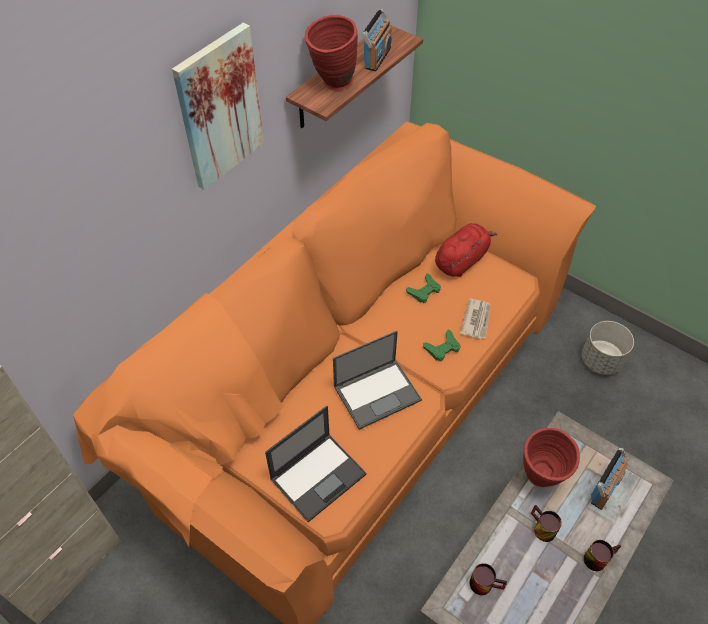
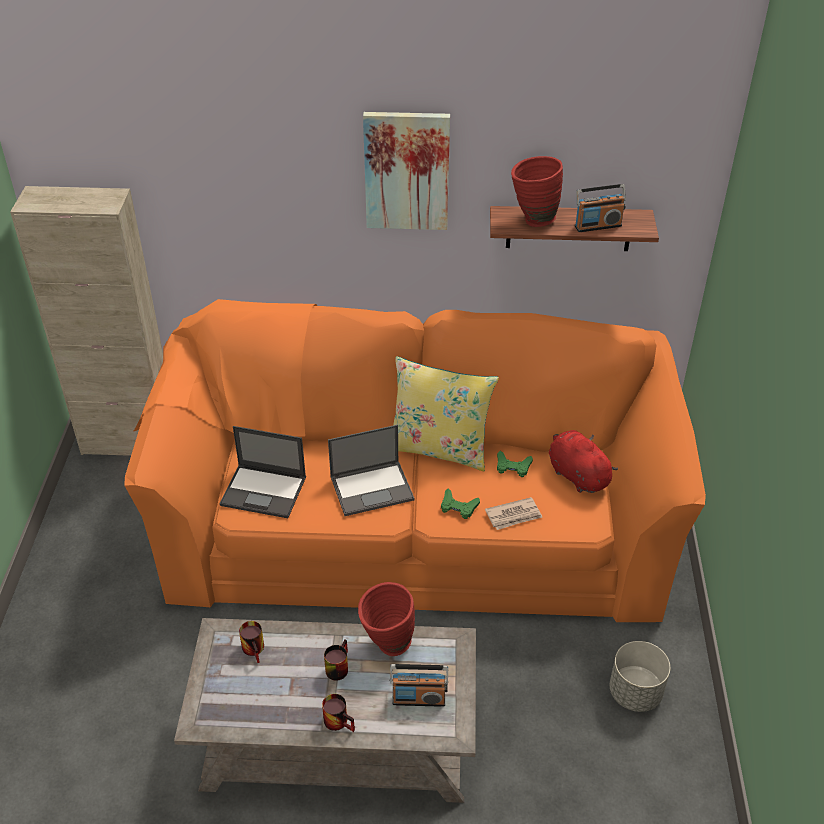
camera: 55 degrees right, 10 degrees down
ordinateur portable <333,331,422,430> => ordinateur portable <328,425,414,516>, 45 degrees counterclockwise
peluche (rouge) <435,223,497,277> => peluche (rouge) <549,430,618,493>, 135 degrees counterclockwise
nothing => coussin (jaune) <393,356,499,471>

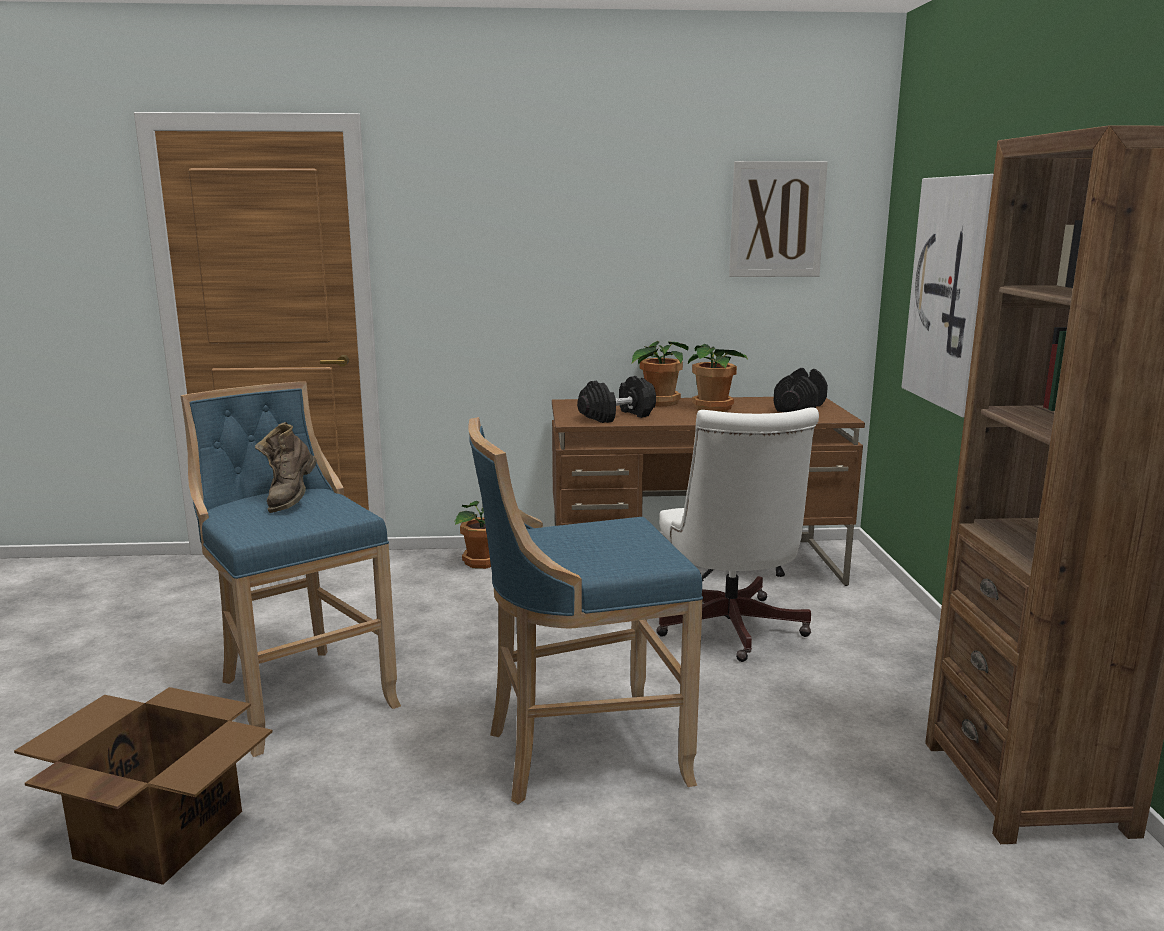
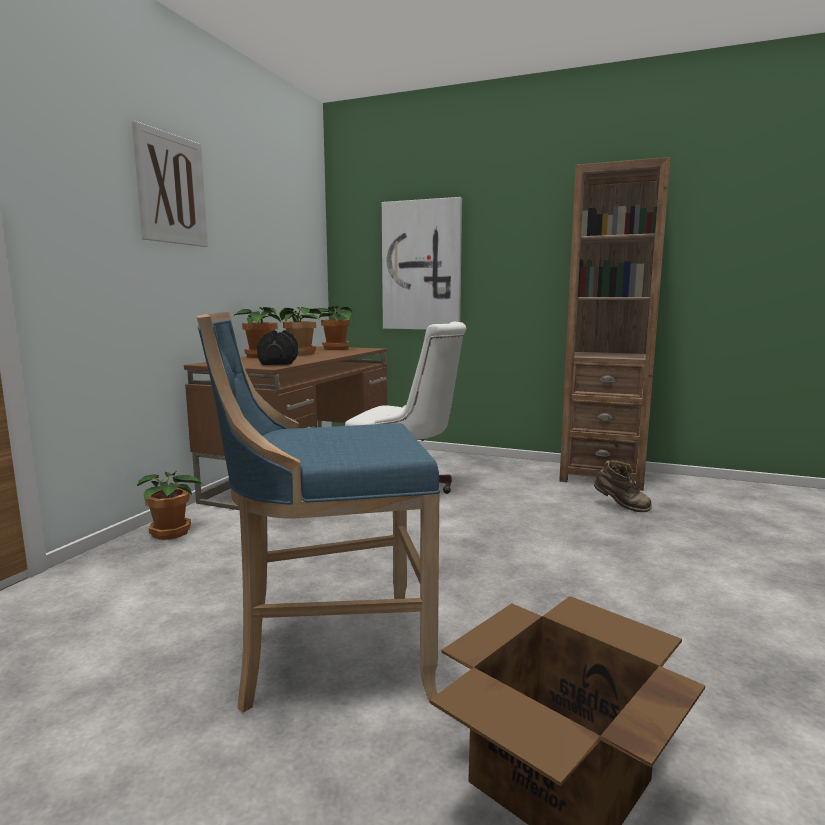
camera: 65 degrees left, 5 degrees down
botte (marron) <255,422,317,513> => botte (marron) <594,460,652,512>, move
tabouret (bleu) <469,417,703,804> => nothing
tableau <729,161,828,277> => tableau <132,121,208,247>, move
haltère (noir) <773,368,828,412> => plante en pot <313,306,352,350>

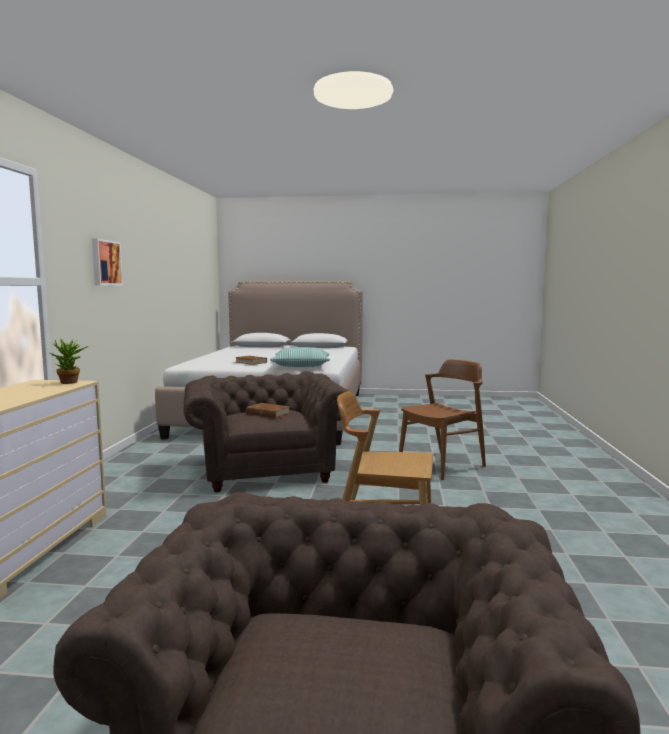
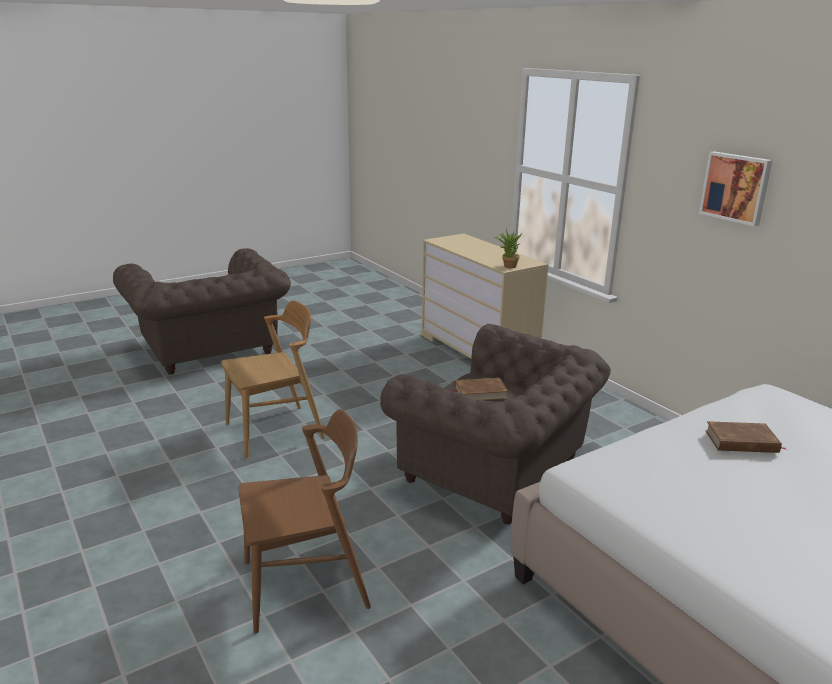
camera: 140 degrees right, 15 degrees up
coussin <270,347,330,367> => nothing
chaise (marron) <399,359,486,481> => chaise (marron) <238,409,371,634>, 120 degrees counterclockwise

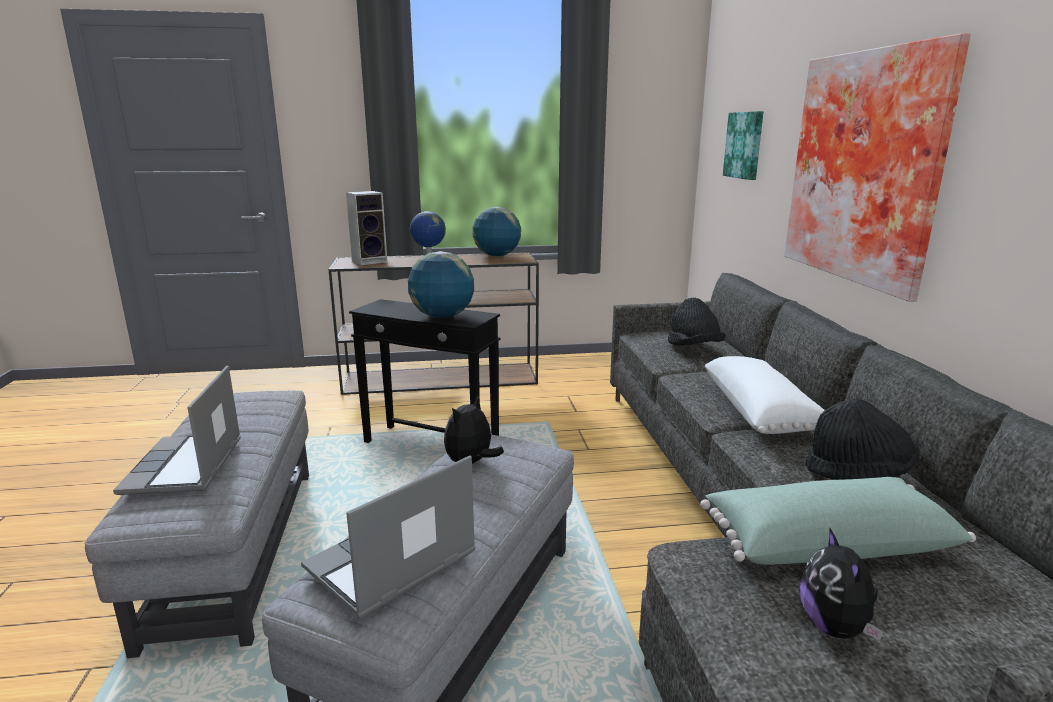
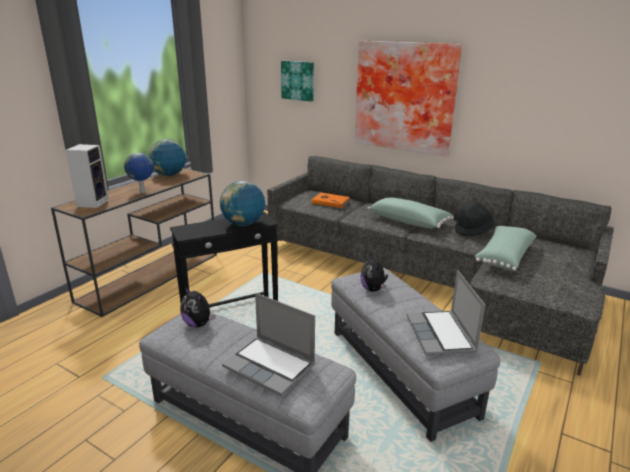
camera: 50 degrees left, 5 degrees up
chapeau (noir) <668,298,726,346> => livre (orange) <312,193,350,208>
coussin (blanc) <705,356,824,434> => coussin (vert) <368,197,454,229>
peluche <800,527,883,640> => peluche <180,287,215,328>, move

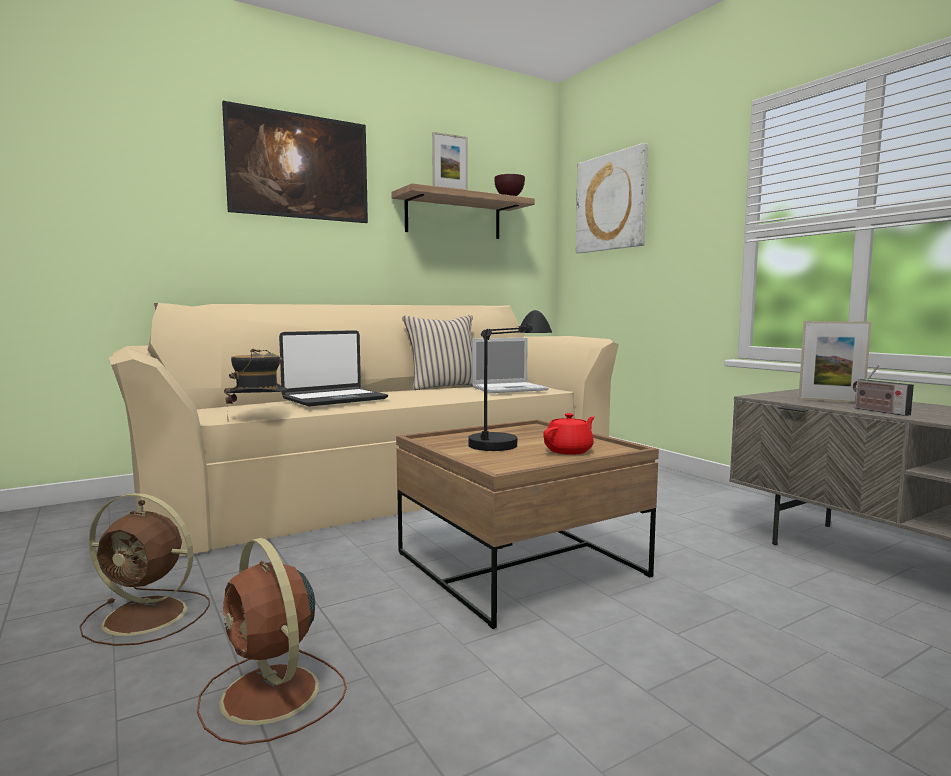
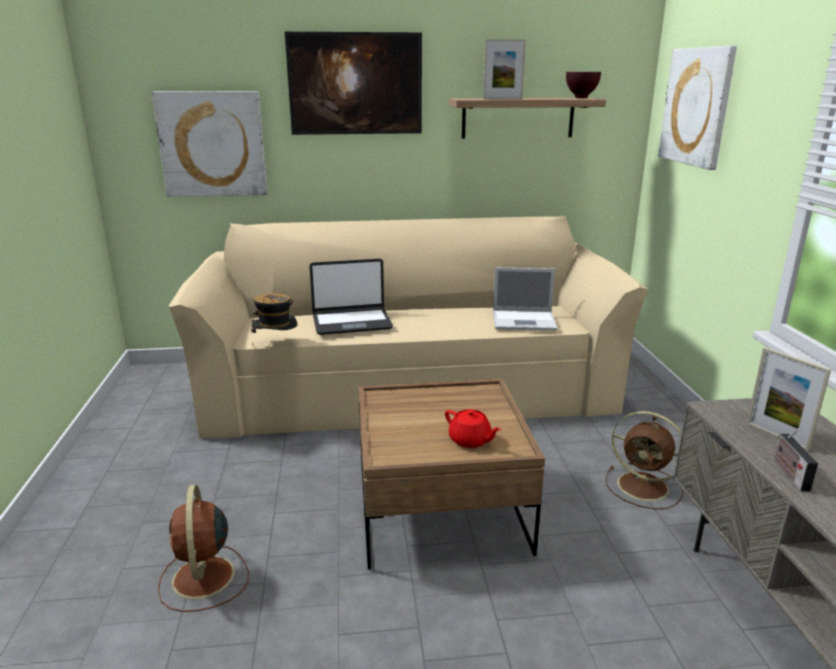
camera: 25 degrees right, 15 degrees up
ventilateur (marron) <79,493,210,646> => ventilateur (marron) <606,411,683,509>, move
coussin (beige) <402,315,473,390> => nothing
lampe de table (noir) <468,310,552,451> => nothing
théière (rouge) <543,413,595,455> => théière (rouge) <445,409,501,448>, 60 degrees clockwise
nothing => tableau <152,91,268,197>

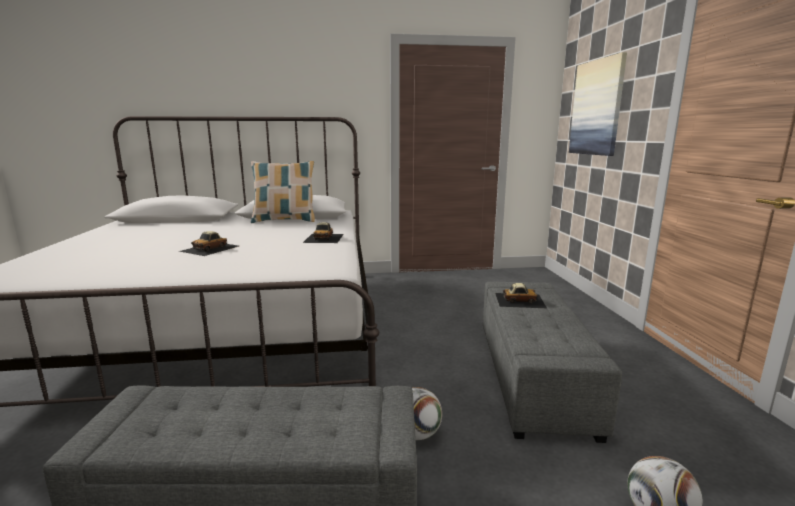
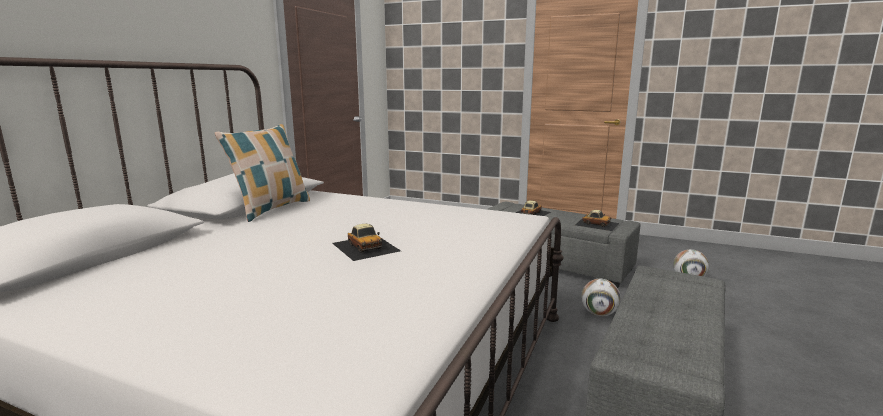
camera: 60 degrees left, 0 degrees up
petite voiture <303,222,344,243> => petite voiture <575,210,619,231>, move
tableau <569,52,627,156> => nothing

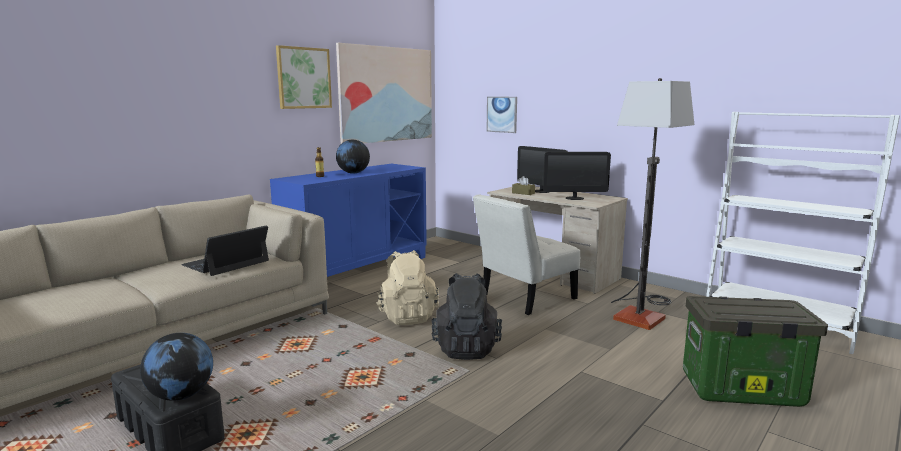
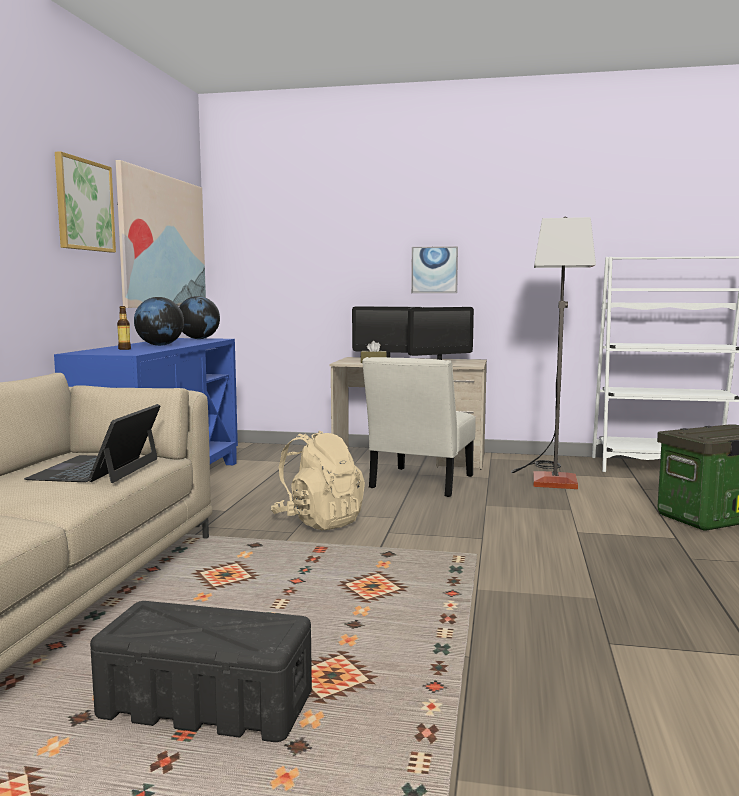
camera: 30 degrees left, 5 degrees down
globe <140,333,213,401> => globe <179,296,220,339>, move
sac à dos (noir) <432,273,502,360> => nothing
tableau <486,97,517,133> => tableau <411,246,458,293>, move

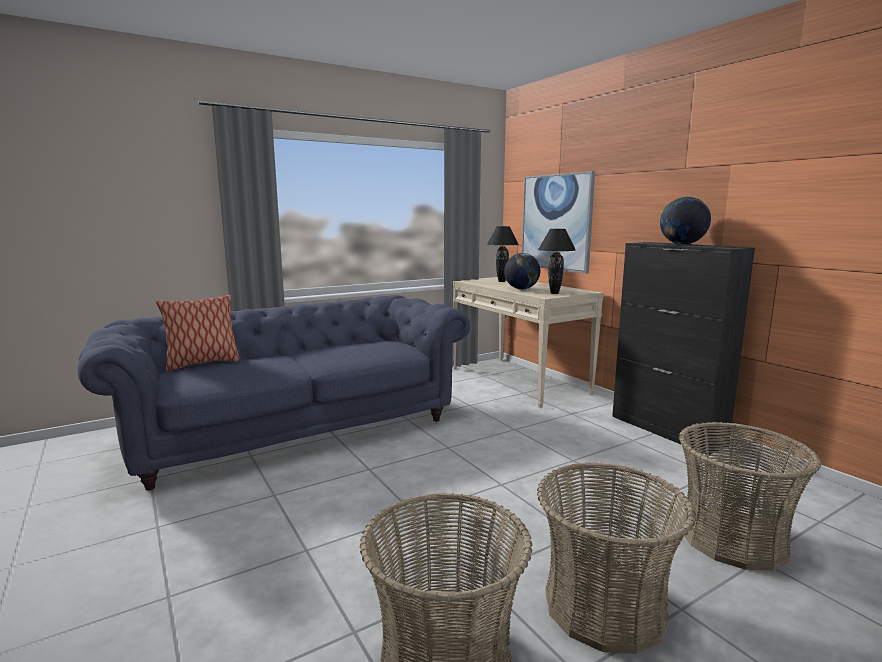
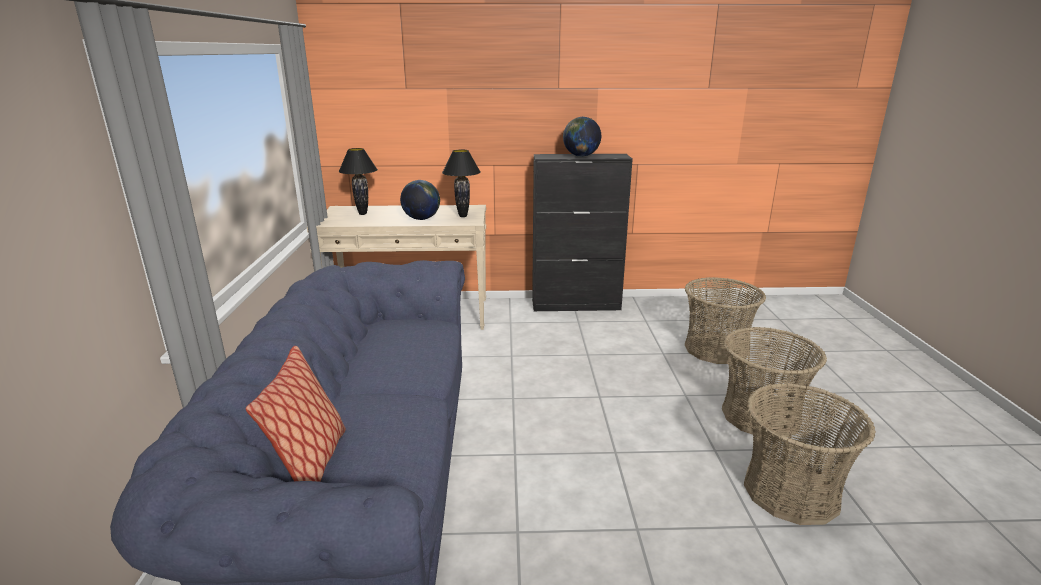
camera: 60 degrees left, 10 degrees up
tableau <522,171,595,274> => nothing

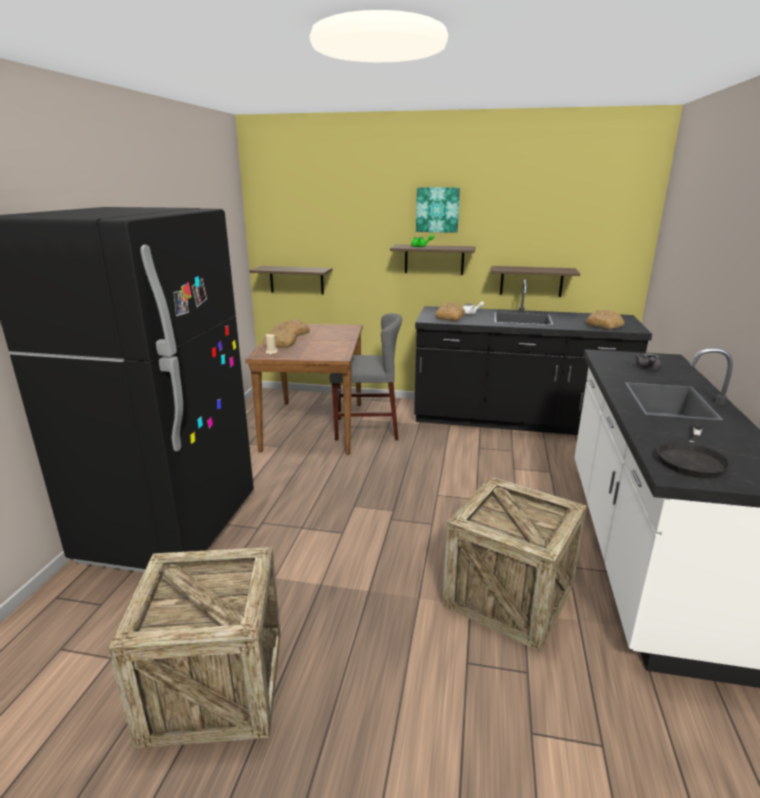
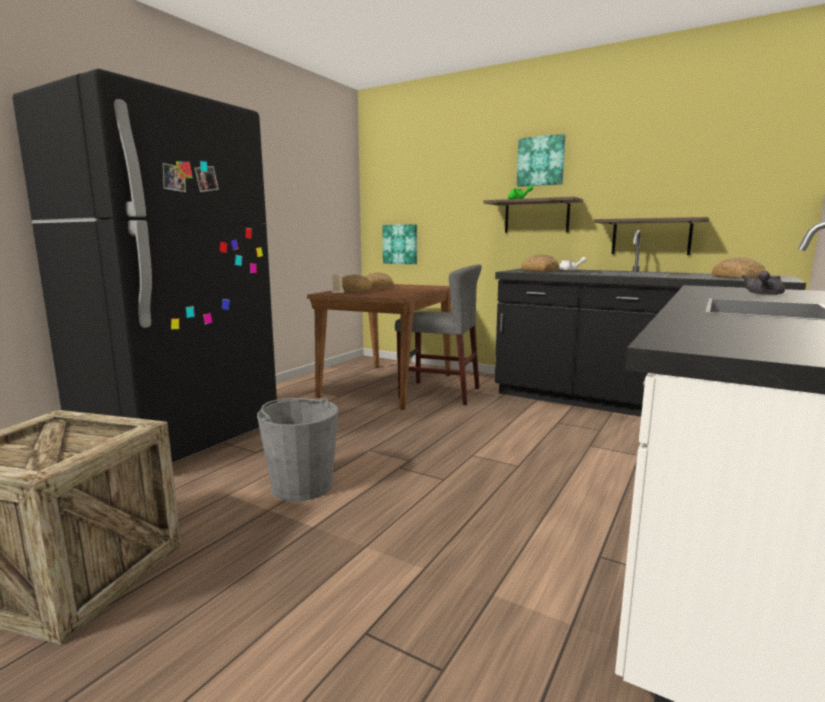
camera: 20 degrees right, 10 degrees down
étagère <249,266,332,295> => tableau <382,224,417,264>
caisse <442,476,587,652> => nothing
poêle (noir) <657,422,731,478> => nothing
nothing => seau (gris) <257,397,339,501>

